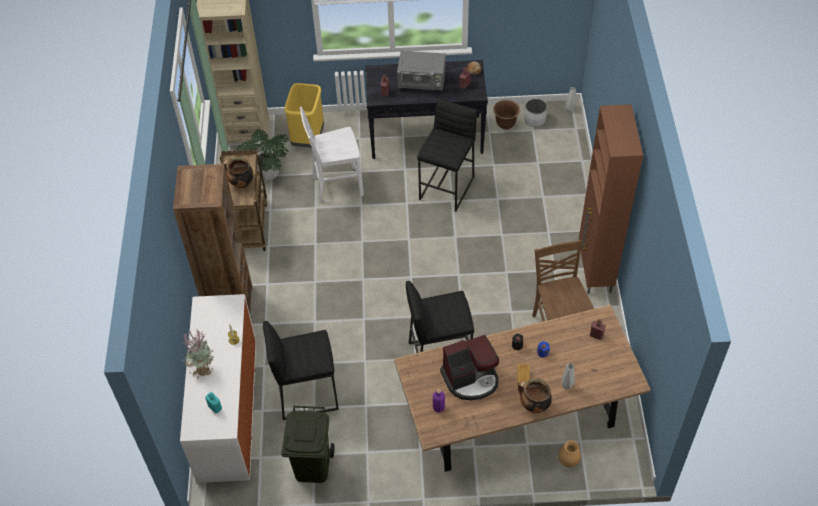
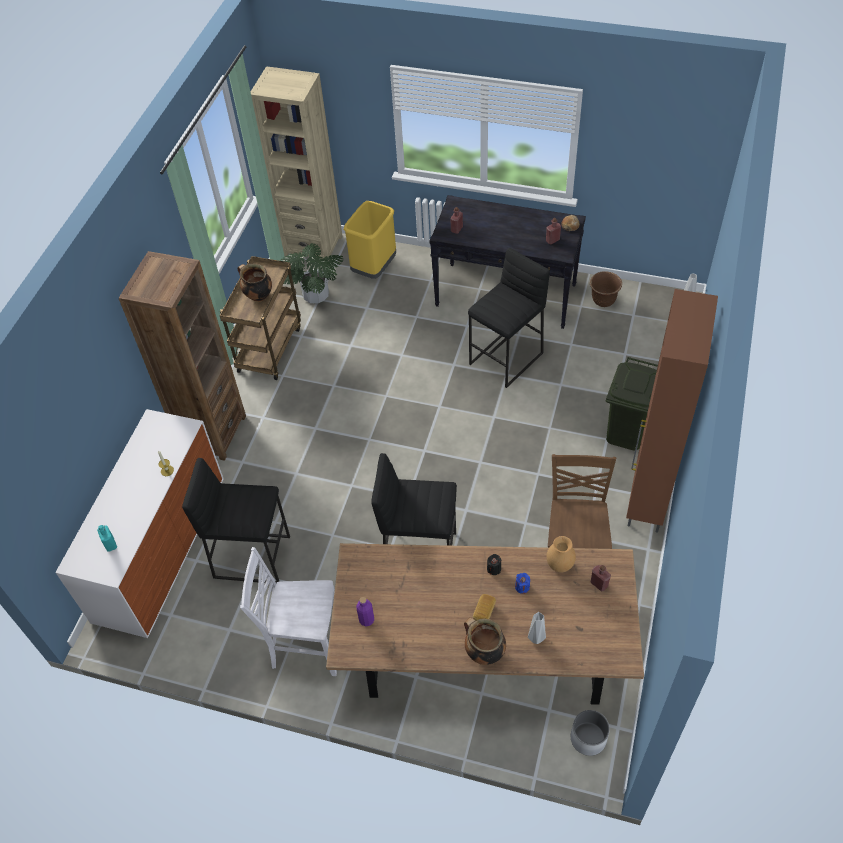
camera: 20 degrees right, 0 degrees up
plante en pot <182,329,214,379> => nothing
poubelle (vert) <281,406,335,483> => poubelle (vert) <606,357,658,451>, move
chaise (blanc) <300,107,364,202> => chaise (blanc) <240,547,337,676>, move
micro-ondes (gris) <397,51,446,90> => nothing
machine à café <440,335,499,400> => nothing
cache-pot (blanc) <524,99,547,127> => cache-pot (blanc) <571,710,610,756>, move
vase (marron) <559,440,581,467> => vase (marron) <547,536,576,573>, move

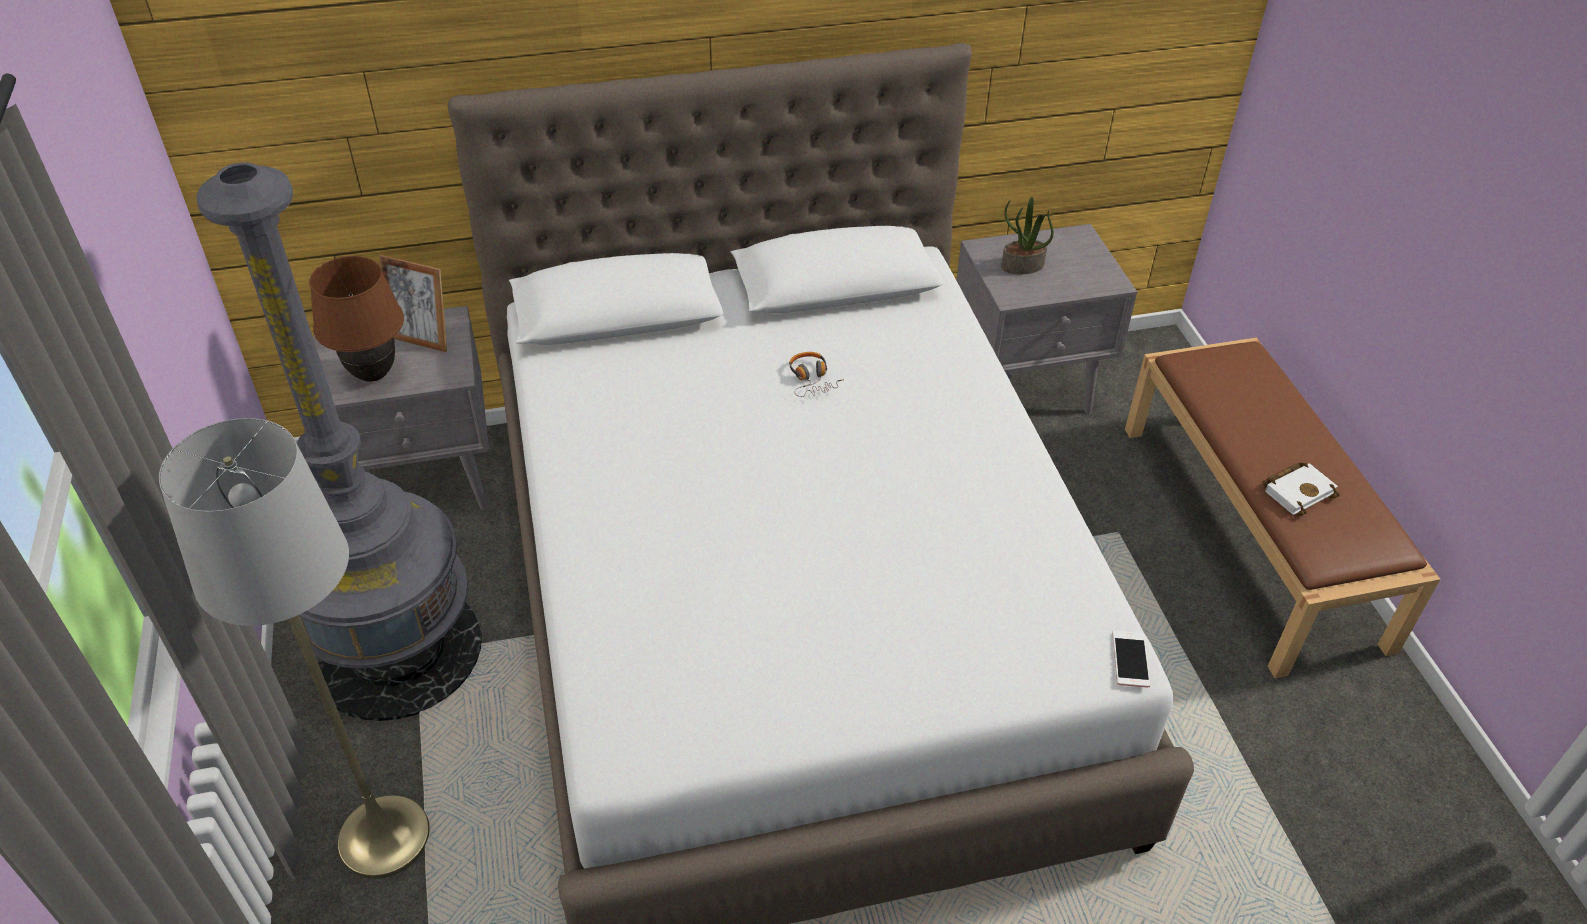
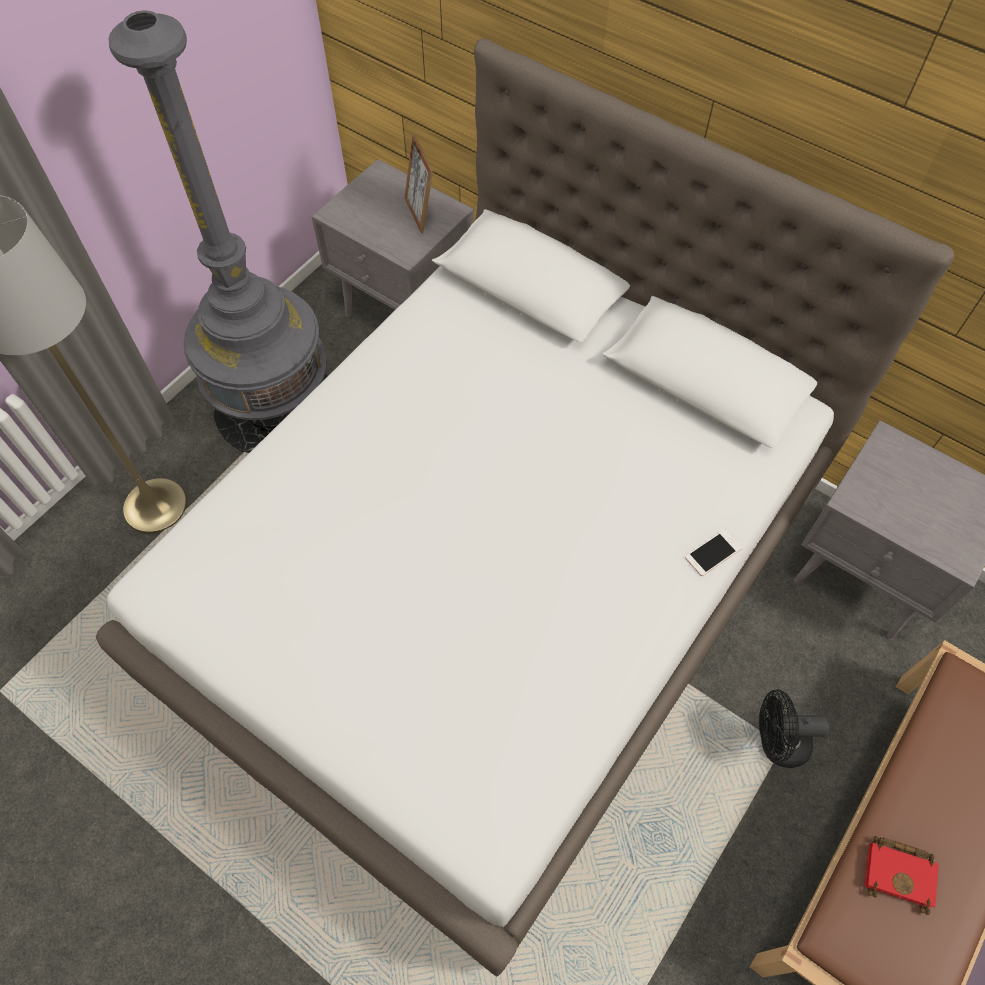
camera: 50 degrees right, 15 degrees up
lampe de table (marron) <309,256,404,382> => nothing
casque audio <789,352,844,397> => nothing
plante en pot <1001,197,1054,274> => nothing
téléphone <1112,631,1151,688> => téléphone <685,529,742,576>, move
livre (blanc) <1263,462,1340,516> => livre (rouge) <864,836,939,915>
nothing => ventilateur (noir) <759,690,829,768>

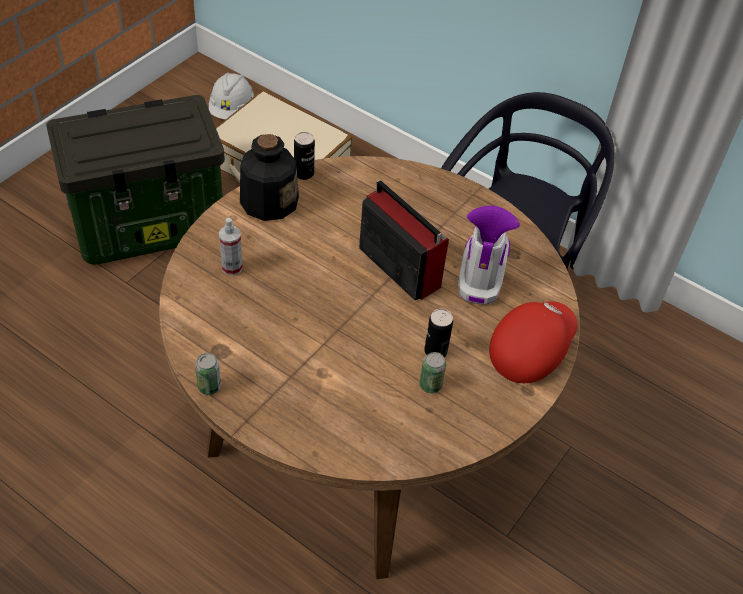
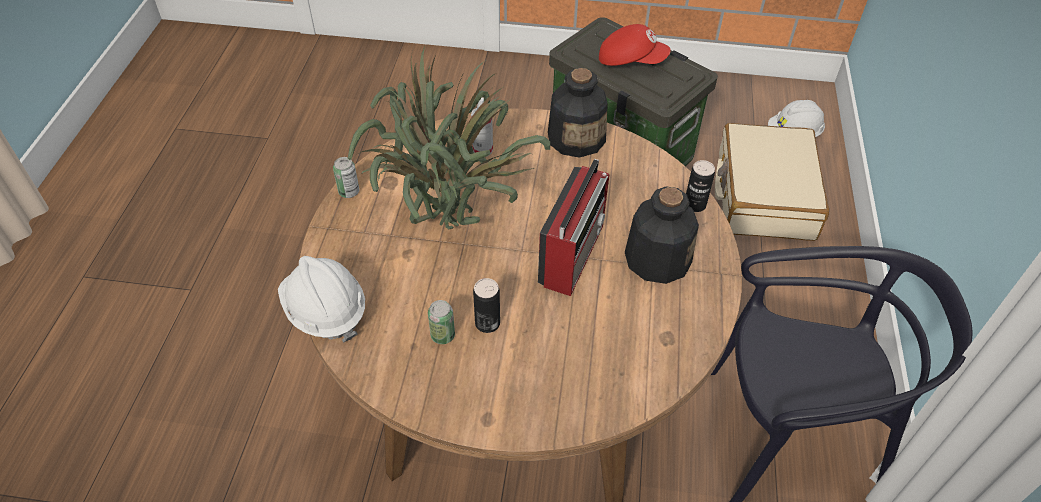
camera: 65 degrees right, 0 degrees up
boîte métallique <294,132,315,180> => boîte métallique <686,160,715,212>, move
botte <458,206,520,305> => nothing
casquette (rouge) <489,301,578,383> => casquette (rouge) <599,24,671,66>, move
nothing => casque de chantier (blanc) <278,256,365,343>
nothing => plante en pot <348,47,550,229>
nothing => bouteille <625,186,699,284>

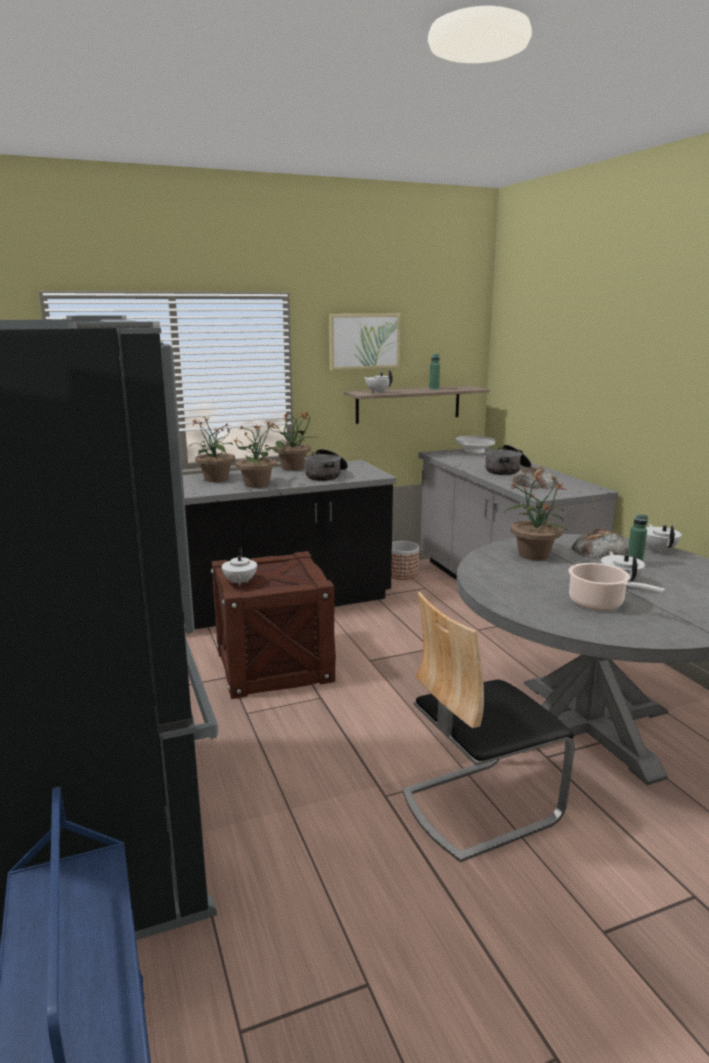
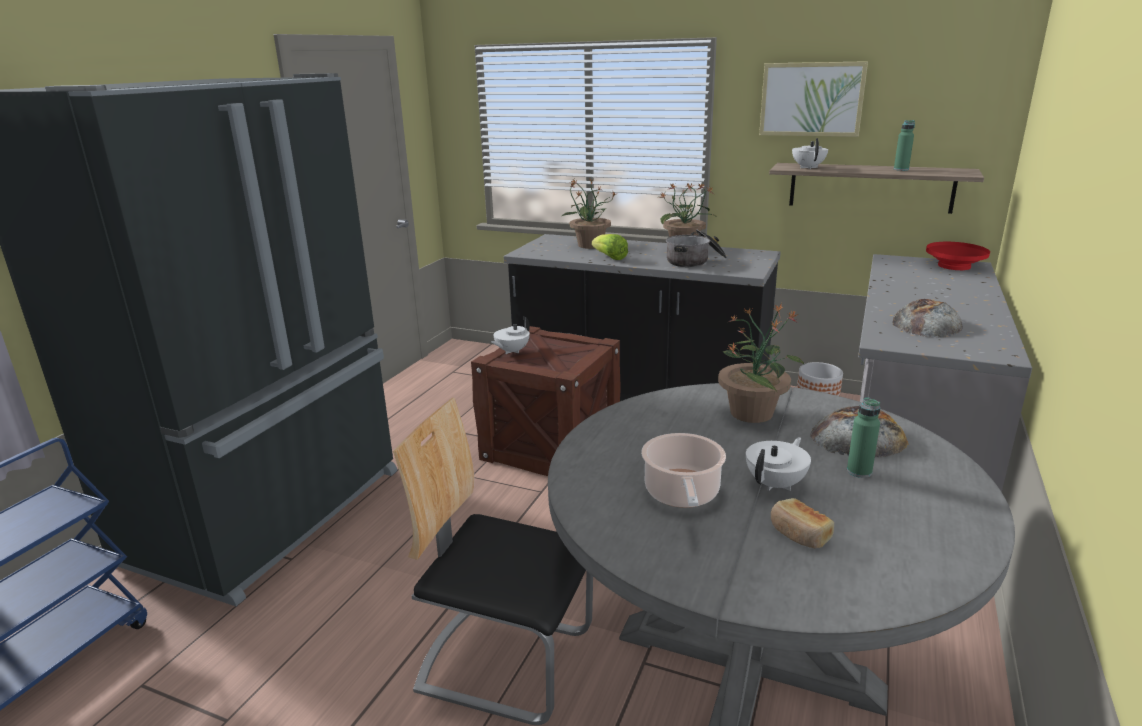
camera: 45 degrees right, 5 degrees up
plante en pot <234,420,281,488> => laitue <592,234,628,260>
bol (blanc) <456,436,496,454> => bol (rouge) <926,242,990,270>
marmite <485,445,532,475> => nothing
théière (blanc) <646,524,682,553> => nothing
nothing => pain <771,498,834,548>

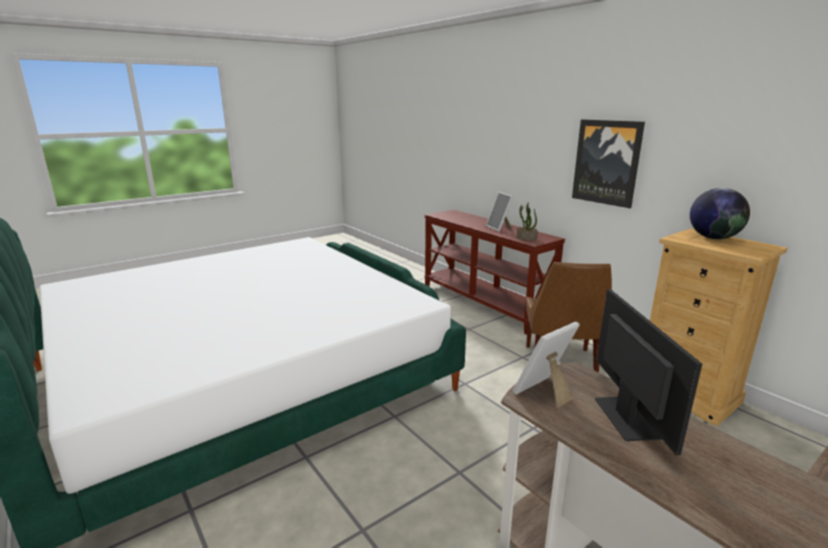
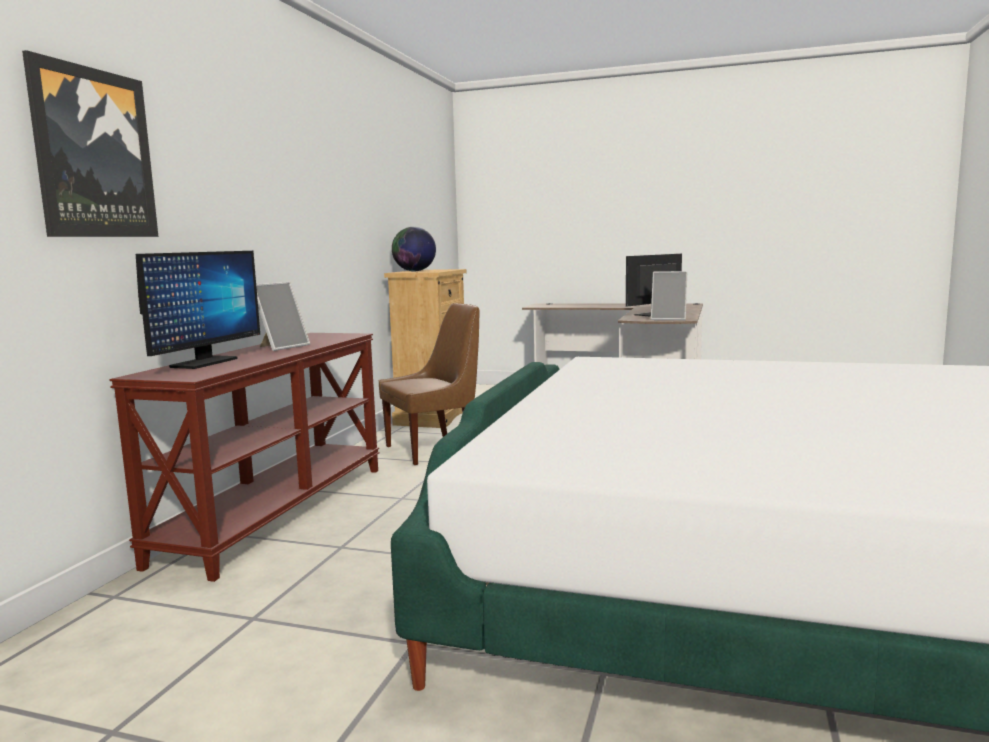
camera: 125 degrees left, 10 degrees down
plante en pot <516,202,538,241> => nothing
tableau <572,119,645,208> => tableau <22,50,159,237>, move
nothing => écran d'ordinateur <136,251,260,369>

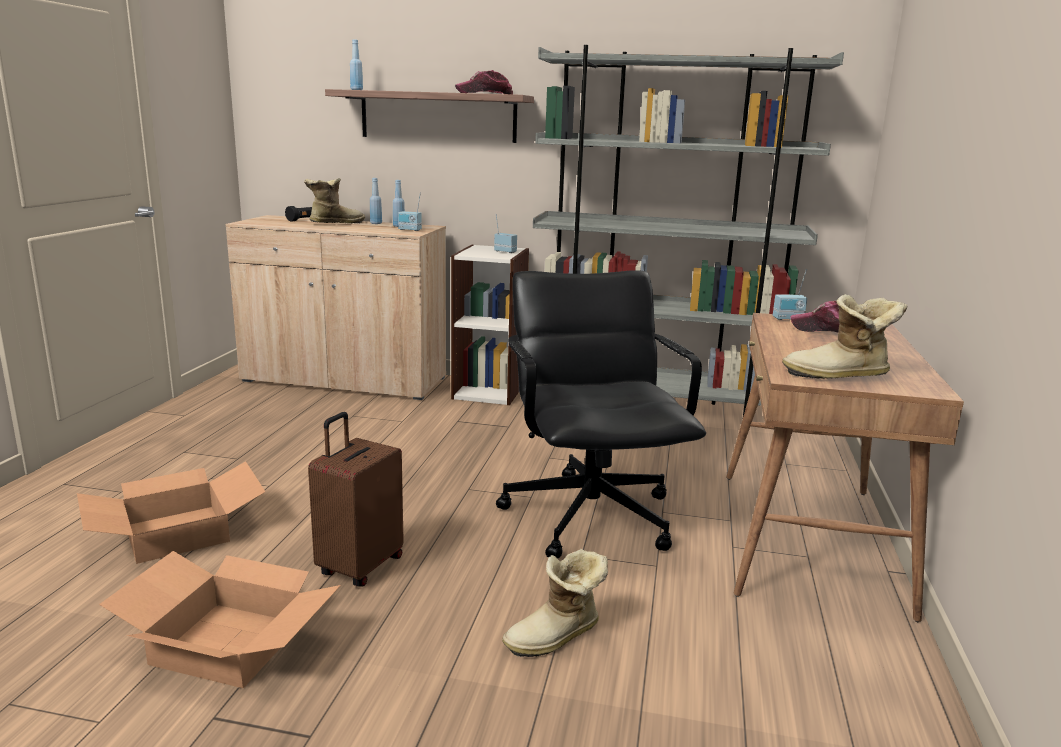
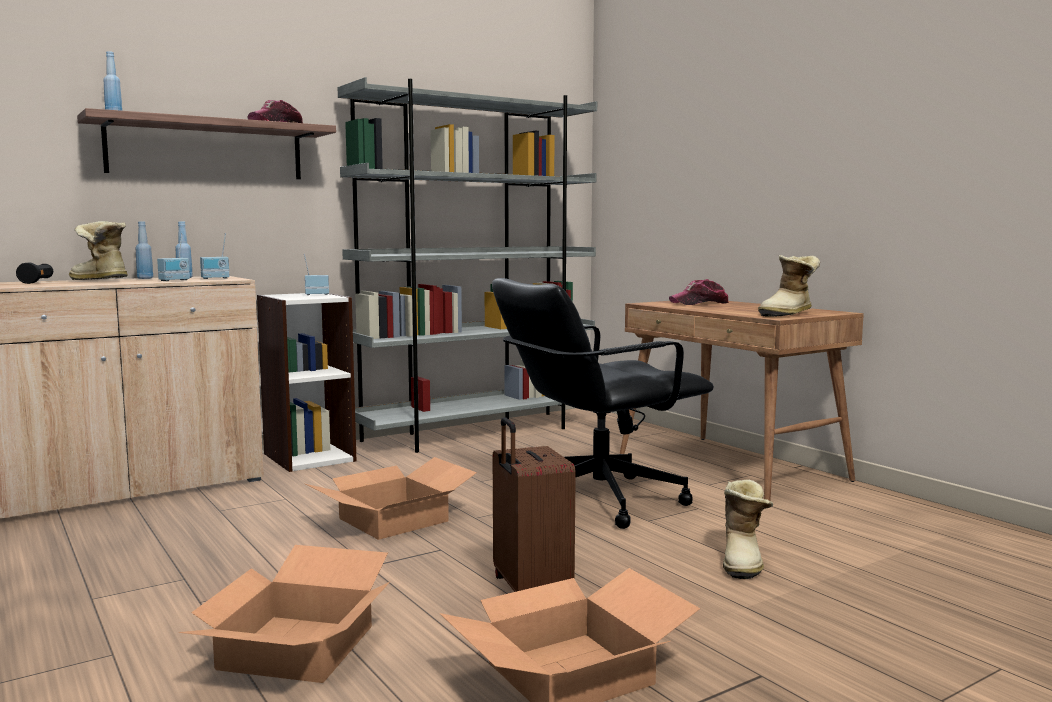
camera: 45 degrees left, 10 degrees down
botte <304,178,365,223> => botte <69,221,128,280>, 60 degrees counterclockwise
chaise de bureau (noir) <496,270,706,559> => chaise de bureau (noir) <492,278,714,529>, 60 degrees counterclockwise
radio <773,269,807,320> => radio <157,233,190,281>, move
nothing => carton <306,457,477,540>

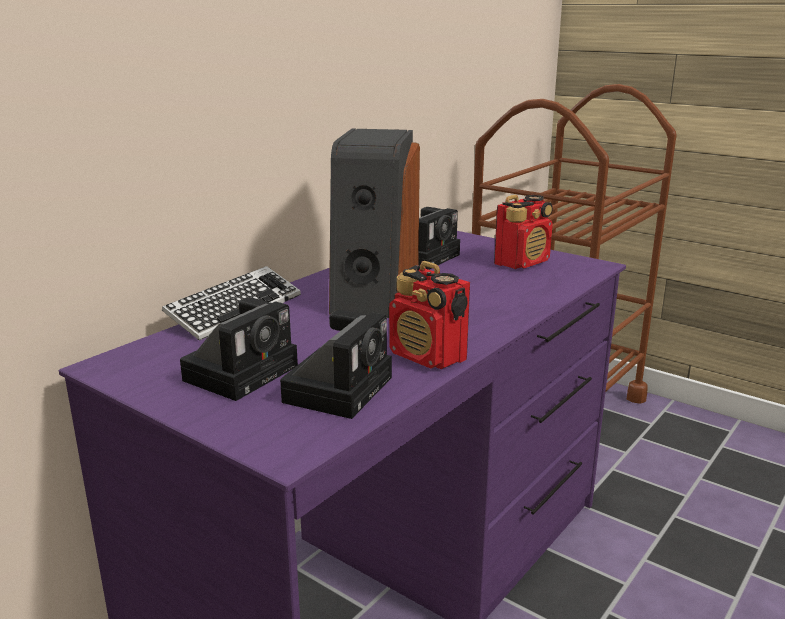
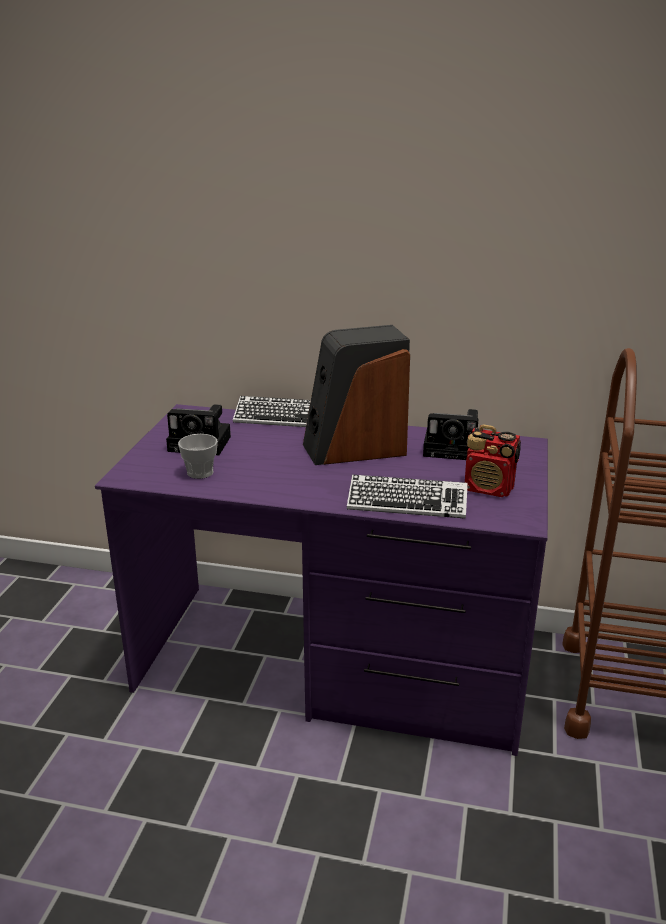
camera: 65 degrees right, 5 degrees up
appareil photo <280,310,392,419> => tasse <178,434,218,479>
radio <389,261,470,369> => nothing
nothing => clavier <347,475,468,519>

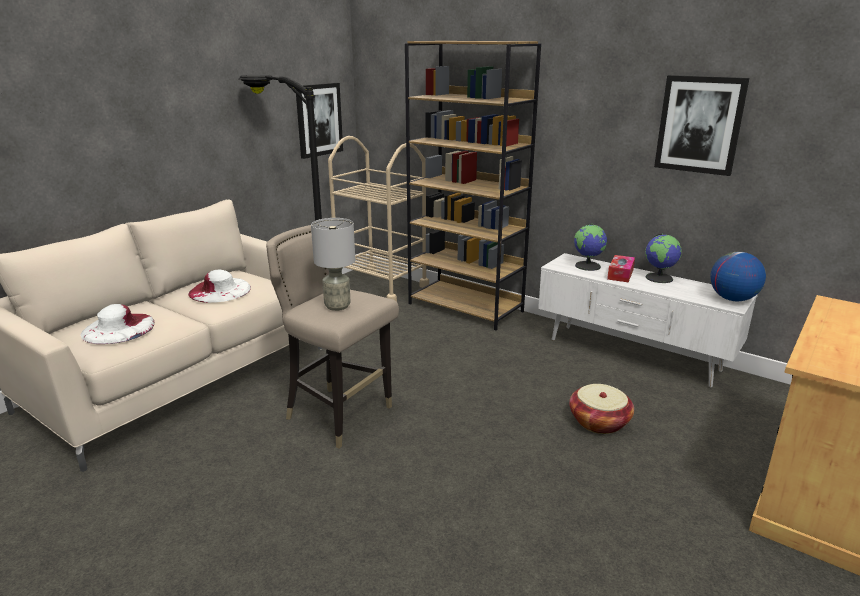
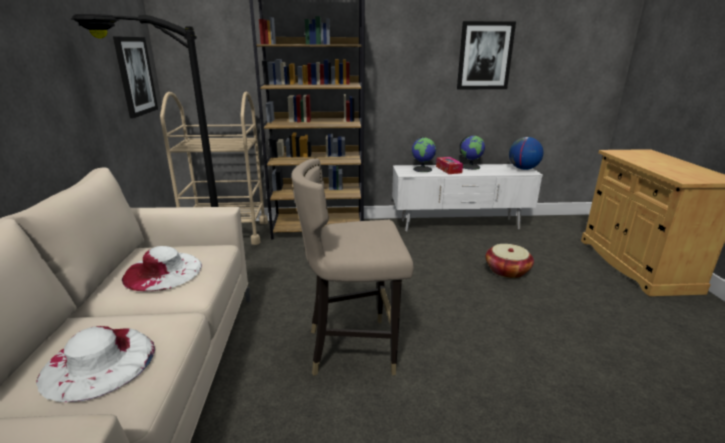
camera: 40 degrees left, 0 degrees up
lampe de table (gris) <311,218,355,311> => nothing

